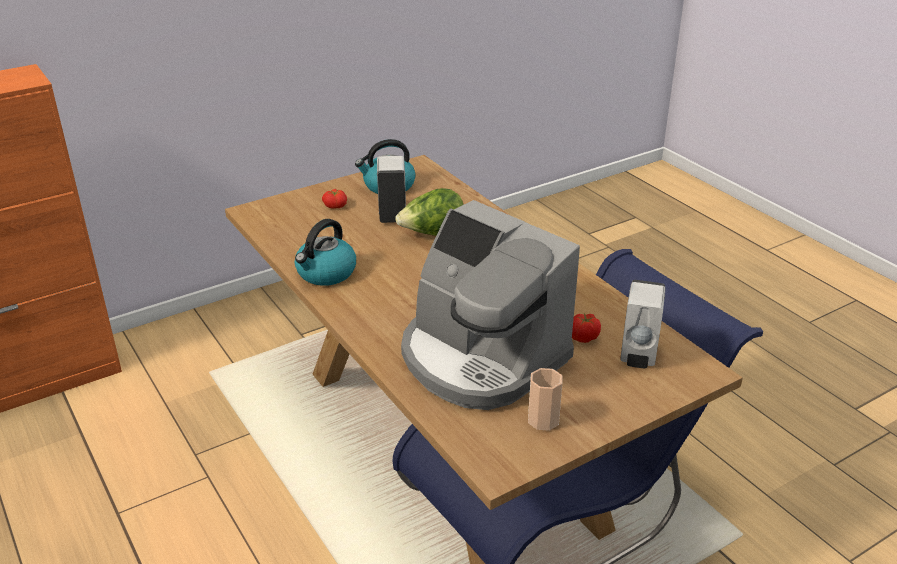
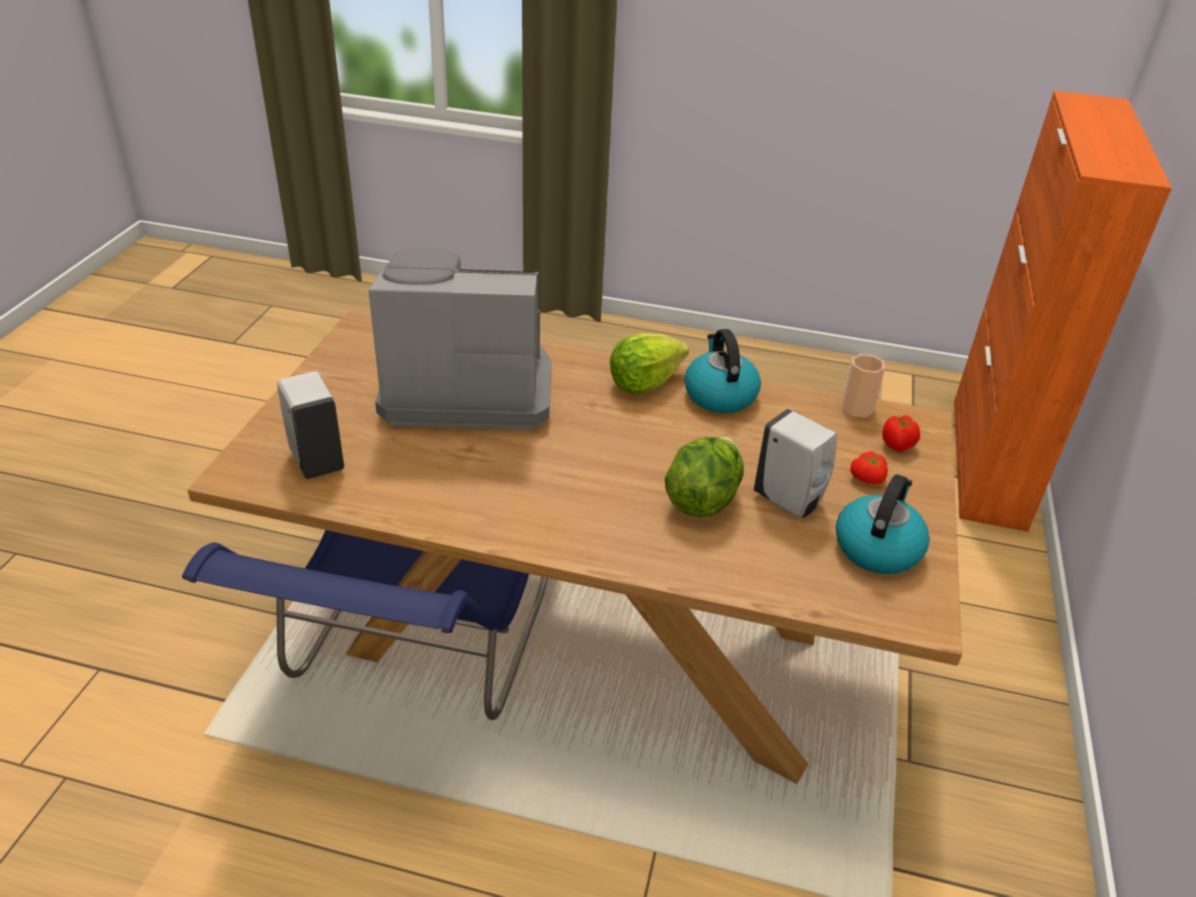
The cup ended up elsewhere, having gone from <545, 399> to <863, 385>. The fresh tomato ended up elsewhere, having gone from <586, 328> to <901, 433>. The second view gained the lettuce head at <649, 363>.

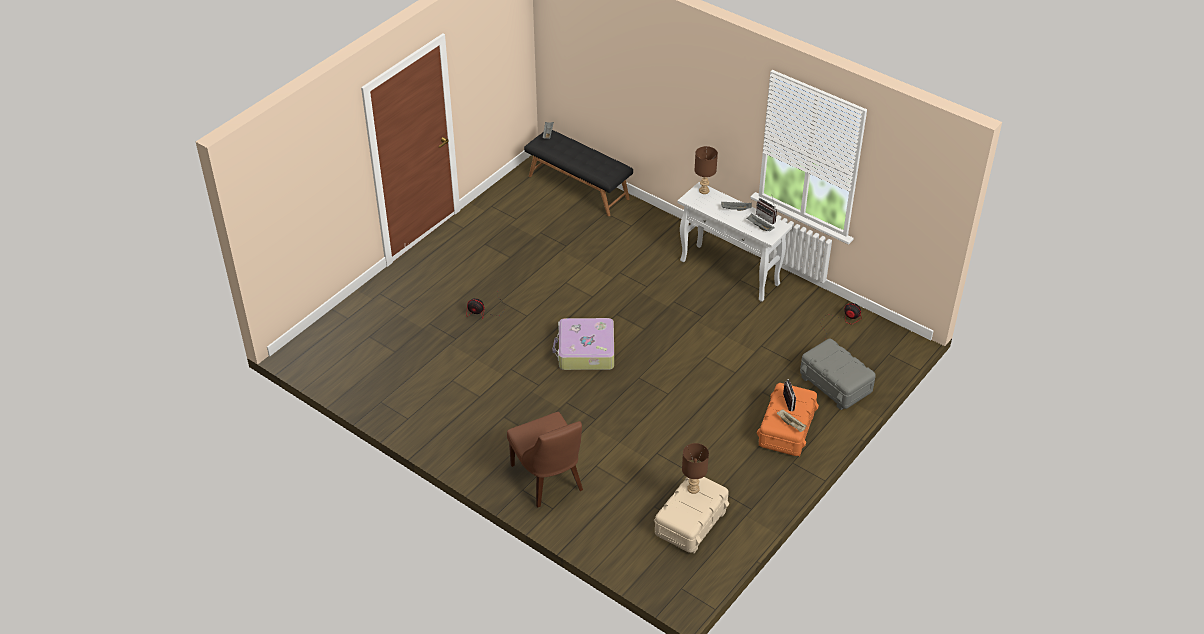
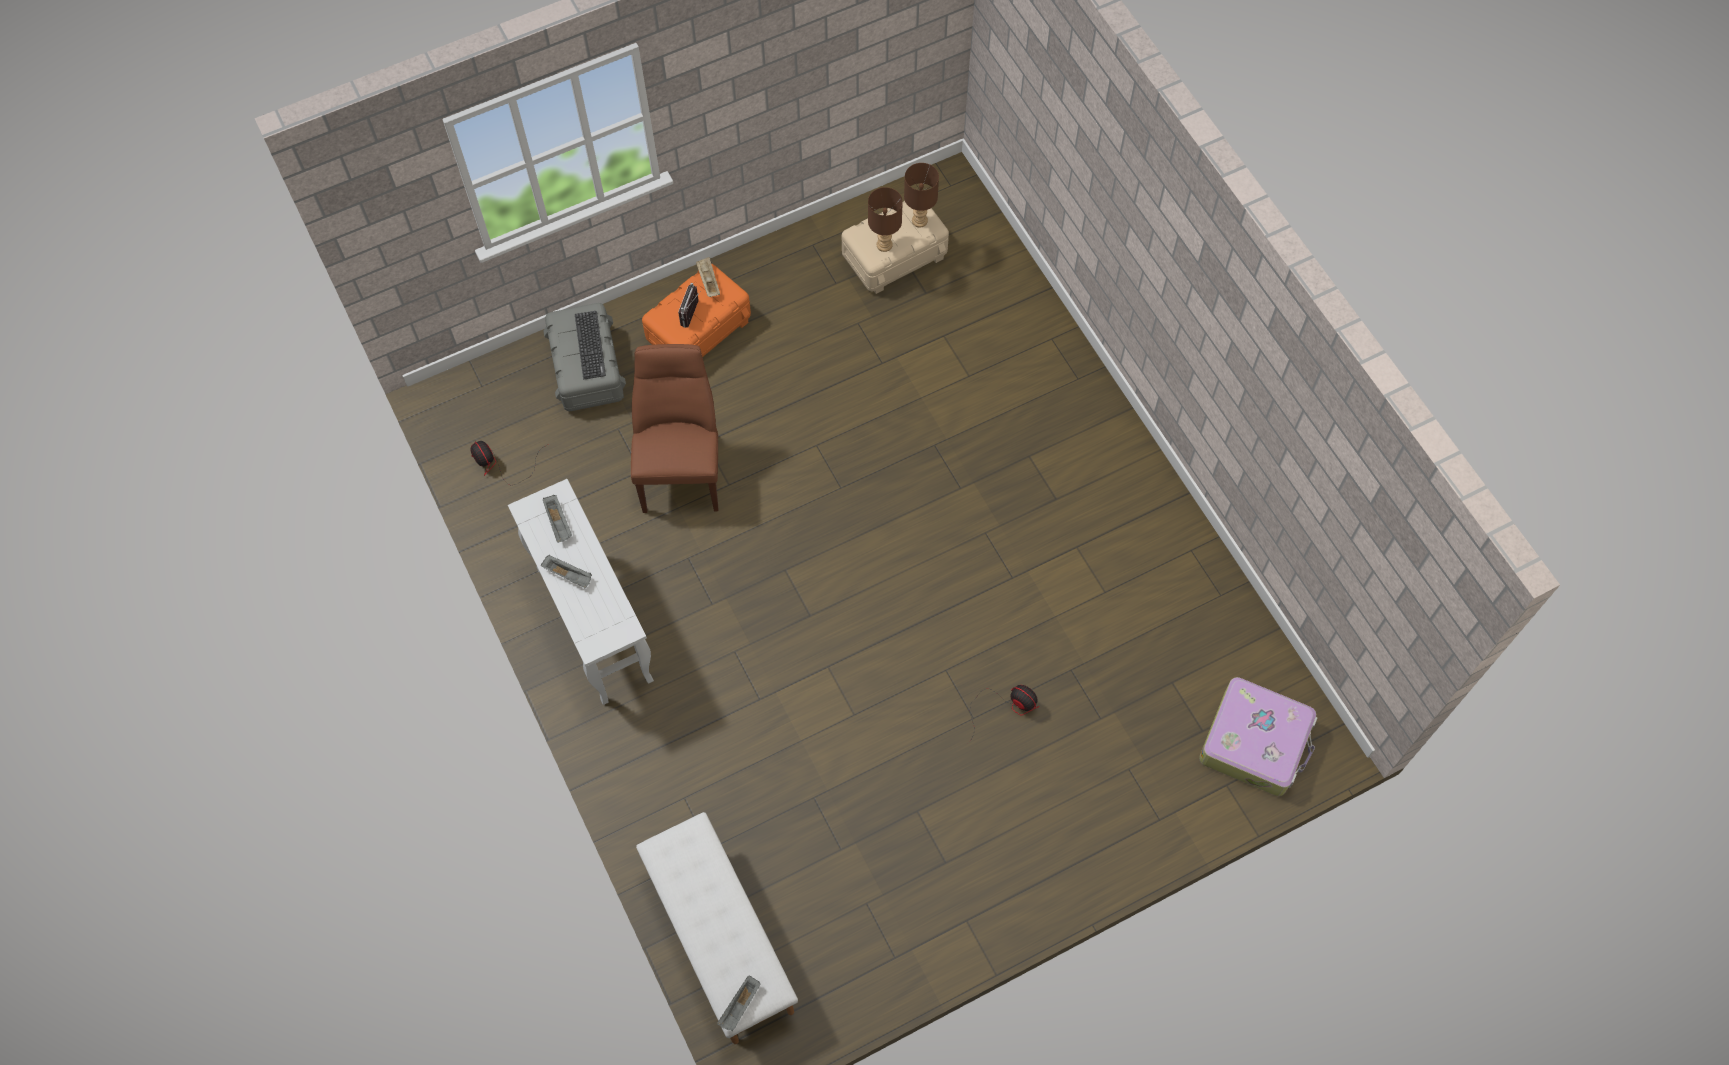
The brown upright chair ended up elsewhere, having gone from <545, 459> to <674, 428>. What was the black long seat at <578, 173> turned into the white-coloured long seat at <717, 928>. The piece of luggage ended up elsewhere, having gone from <583, 344> to <1258, 736>. The brown table lamp ended up elsewhere, having gone from <706, 170> to <921, 195>. The second view lost the radio receiver at <766, 210>. The second view gained the computer keyboard at <590, 345>.

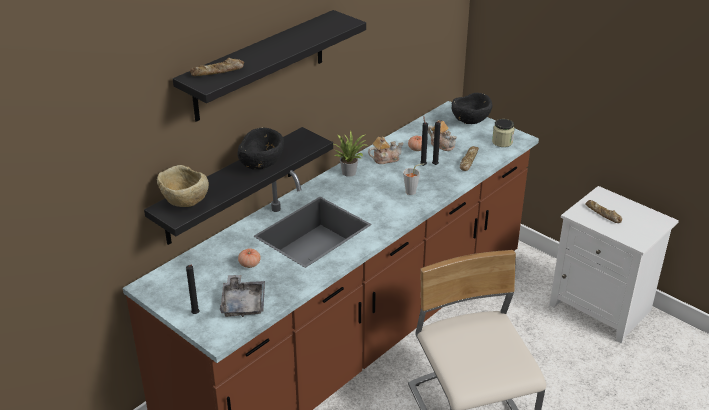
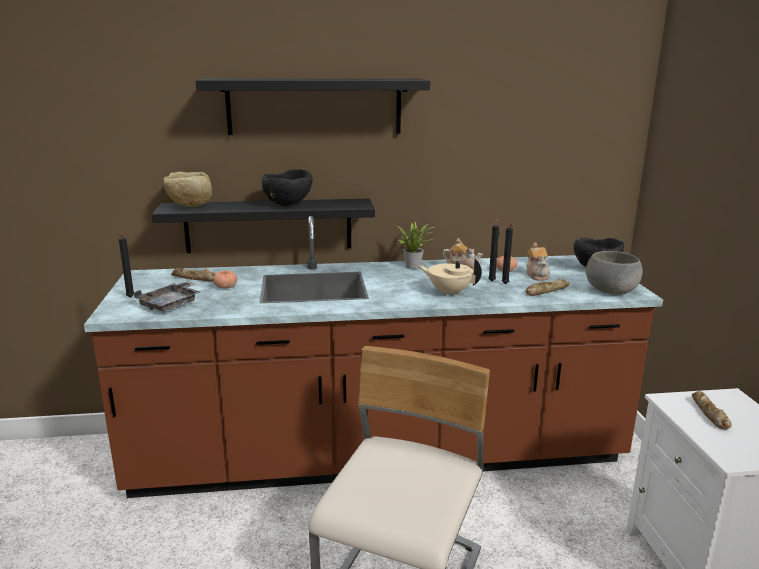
The bakery bread ended up elsewhere, having gone from <217, 66> to <193, 274>. Where the greyish cup stood at <413, 179>, the beige-coloured tea pot came to stand at <450, 277>. Where the jar stood at <503, 133>, the greyish serving bowl came to stand at <614, 273>.

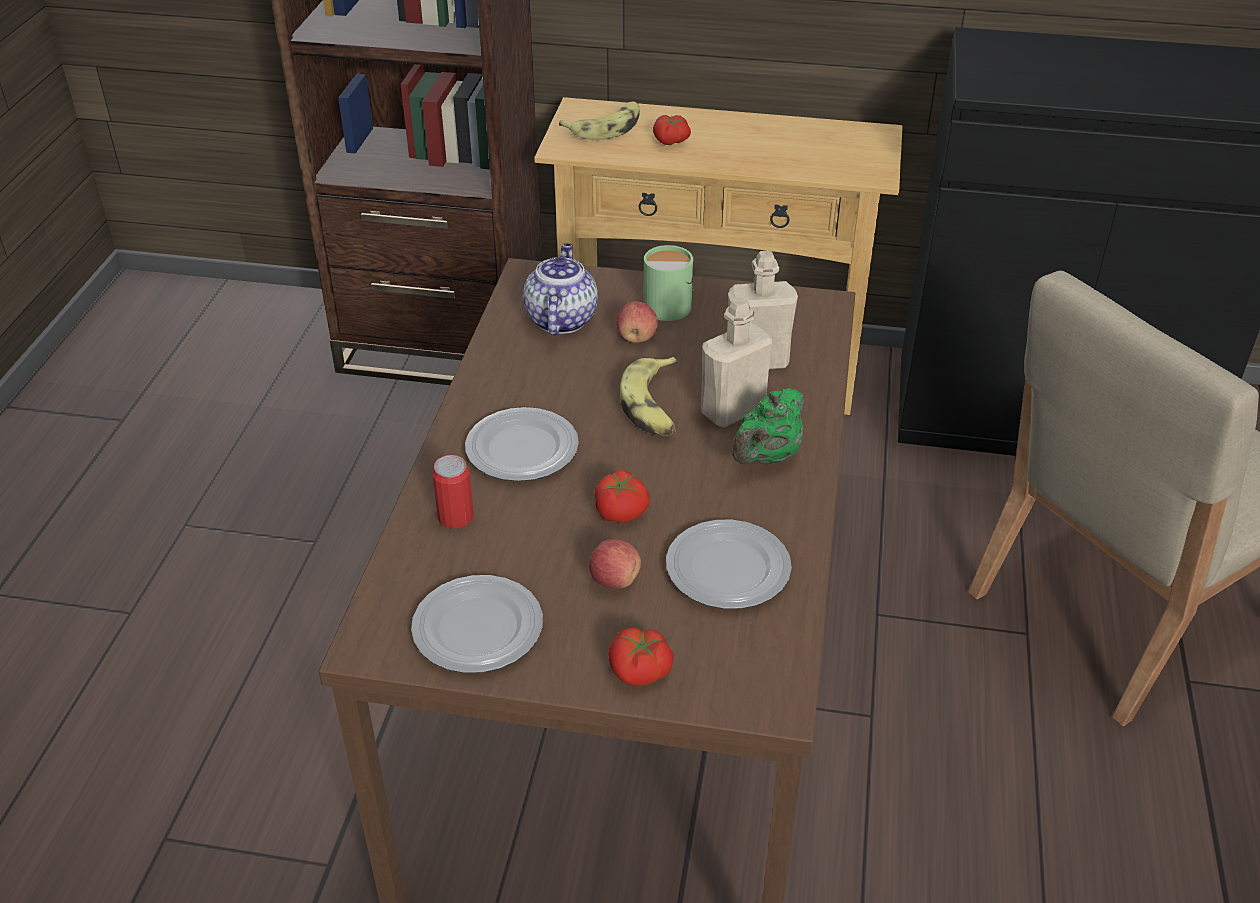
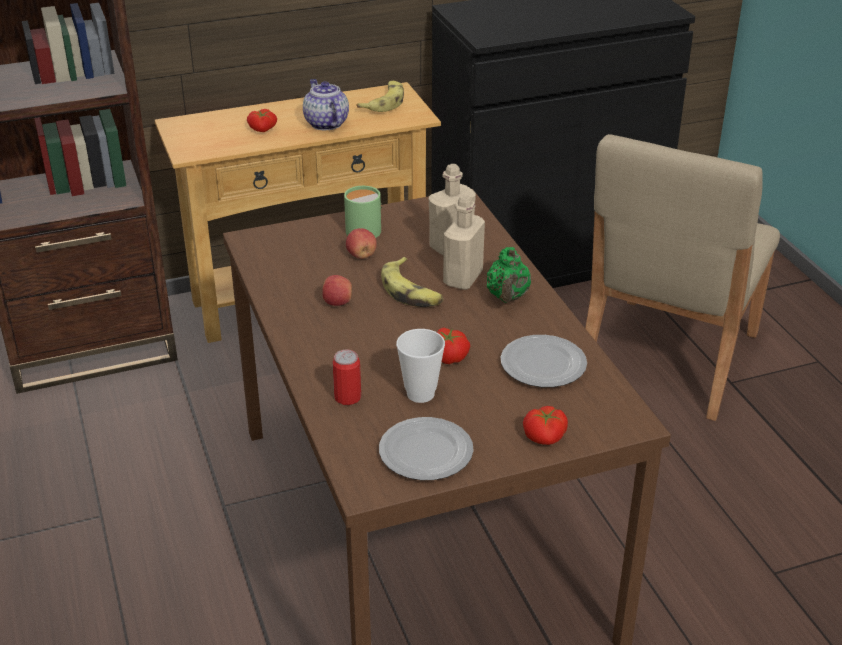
The second view lost the flat dish at <522, 444>. The tea pot ended up elsewhere, having gone from <560, 289> to <326, 104>. The banana ended up elsewhere, having gone from <599, 121> to <380, 96>. The apple ended up elsewhere, having gone from <615, 564> to <337, 290>. The second view gained the cup at <420, 366>.

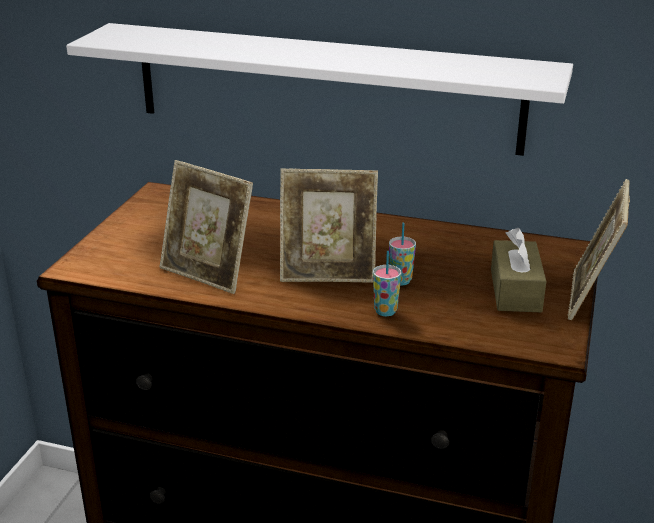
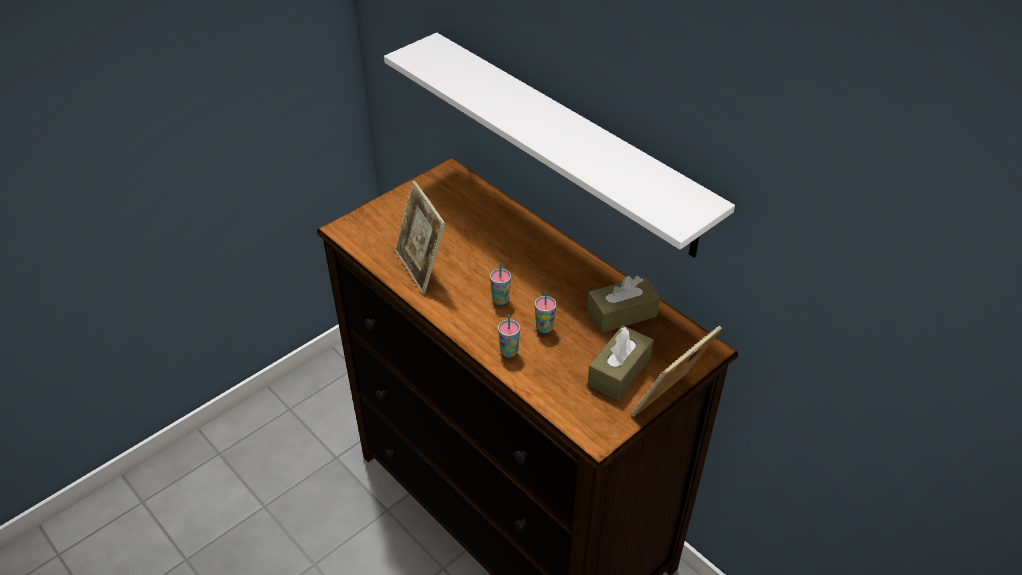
Where the standing frame stood at <329, 226>, the cup came to stand at <500, 284>. The second view gained the brown box of tissues at <623, 304>.

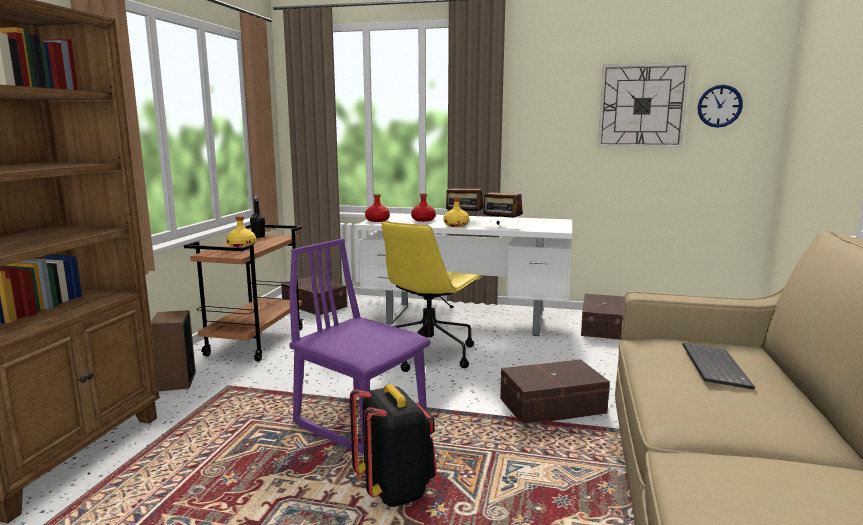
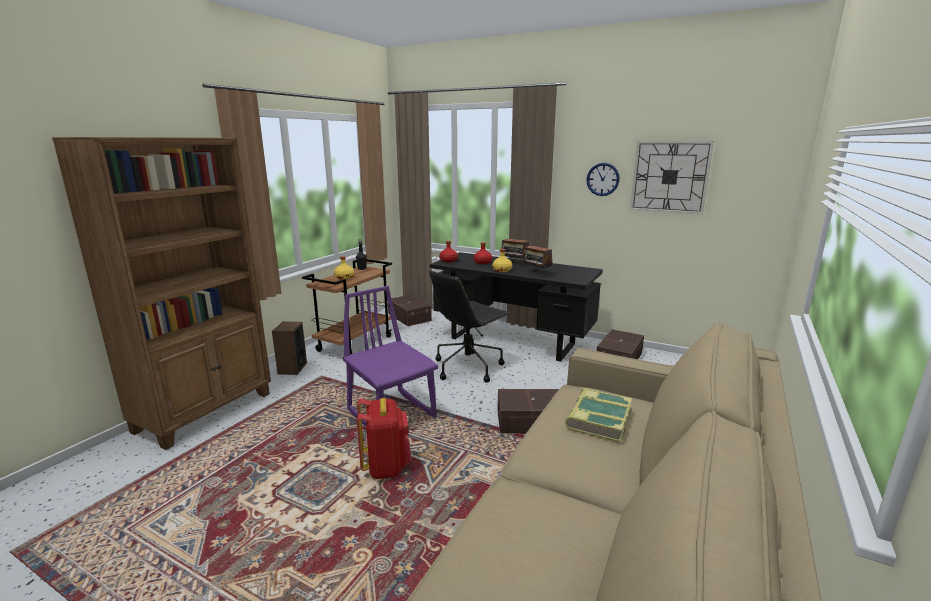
What was the black backpack at <393, 445> turned into the reddish backpack at <384, 438>. What was the white-coloured desk table at <464, 274> turned into the black desk table at <516, 307>. What was the yellow-coloured office chair at <431, 296> turned into the black office chair at <470, 326>. Where the computer keyboard stood at <719, 366>, the bound book came to stand at <598, 415>. The wall clock ended up elsewhere, having gone from <720, 106> to <603, 179>.

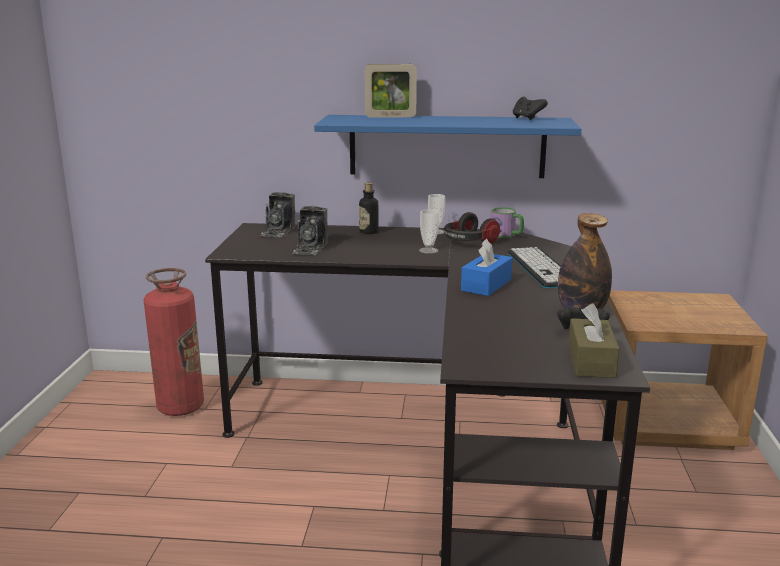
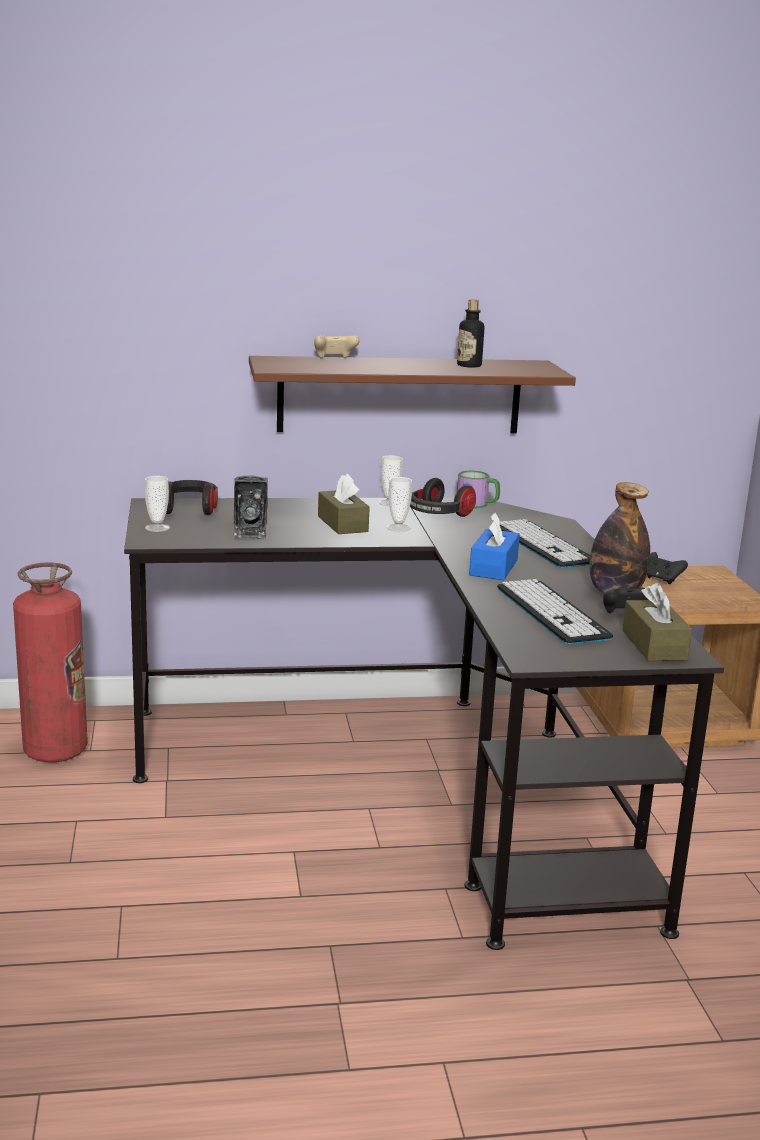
Where the photo camera stood at <277, 214>, the headphones came to stand at <192, 497>. What was the bluish wall shelf at <447, 146> turned into the brown wall shelf at <412, 394>. The beverage bottle ended up elsewhere, having gone from <368, 208> to <470, 333>. Where the standing frame stood at <391, 90>, the beige-coloured game controller came to stand at <337, 347>. The black game controller ended up elsewhere, having gone from <530, 108> to <667, 568>. The second view gained the cup at <157, 504>. The second view gained the brown box of tissues at <344, 503>. The second view gained the computer keyboard at <555, 611>.

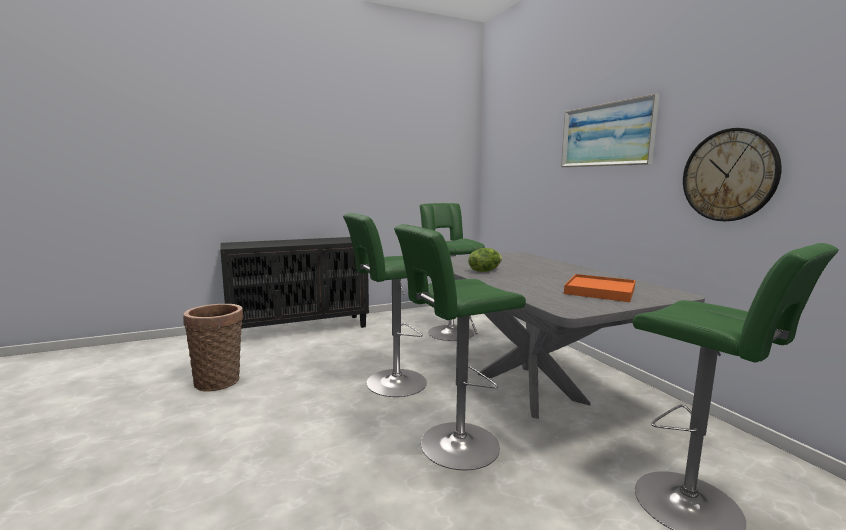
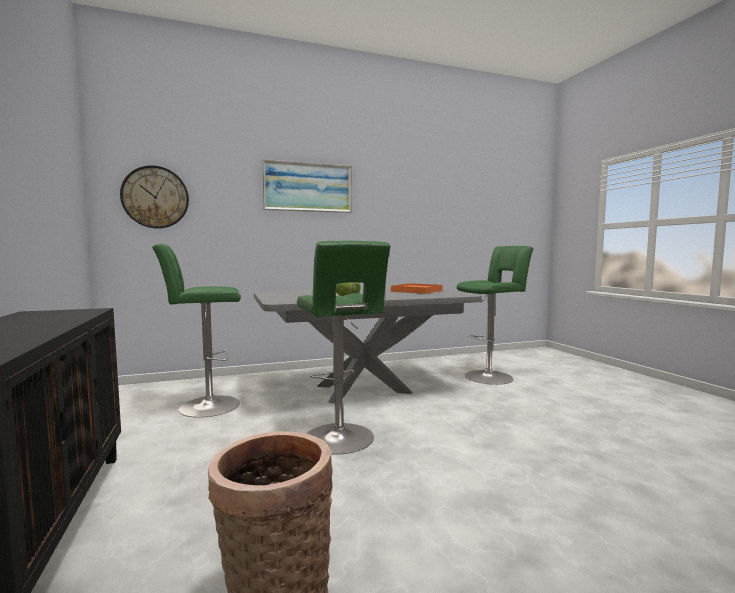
The second view lost the green-coloured sitting stool at <460, 347>. The wall clock ended up elsewhere, having gone from <732, 174> to <154, 197>.

